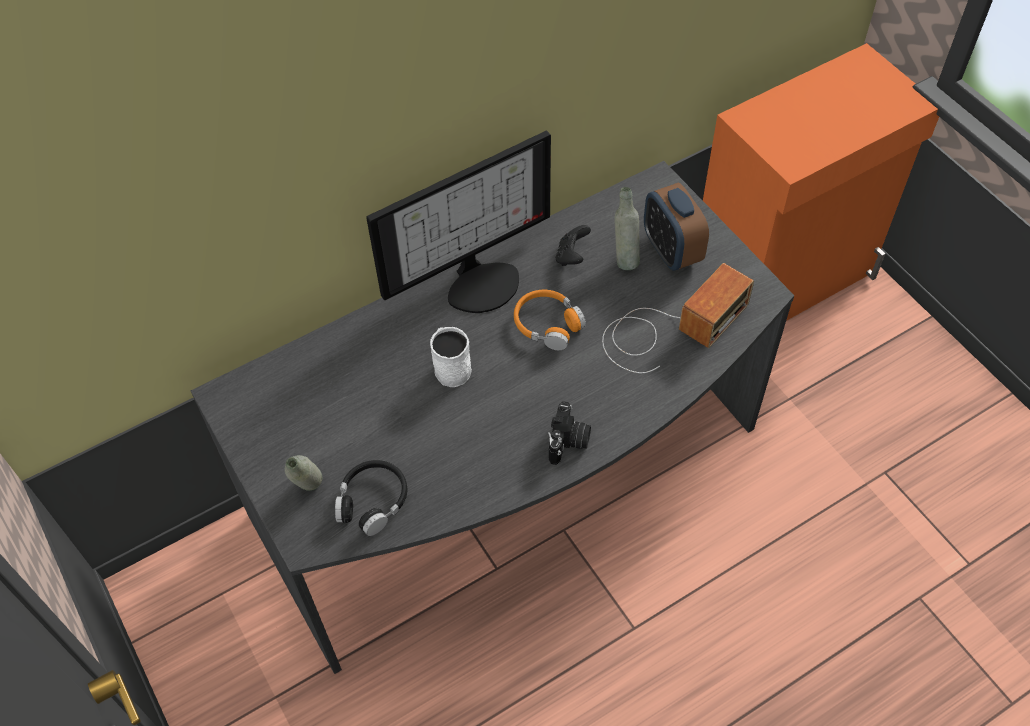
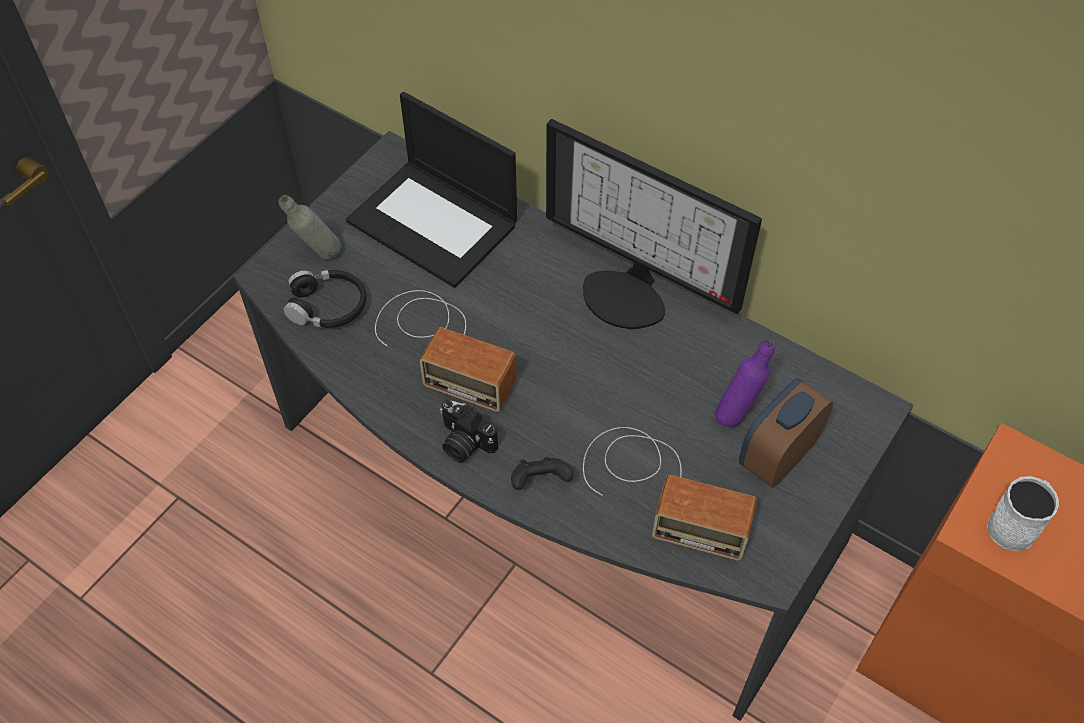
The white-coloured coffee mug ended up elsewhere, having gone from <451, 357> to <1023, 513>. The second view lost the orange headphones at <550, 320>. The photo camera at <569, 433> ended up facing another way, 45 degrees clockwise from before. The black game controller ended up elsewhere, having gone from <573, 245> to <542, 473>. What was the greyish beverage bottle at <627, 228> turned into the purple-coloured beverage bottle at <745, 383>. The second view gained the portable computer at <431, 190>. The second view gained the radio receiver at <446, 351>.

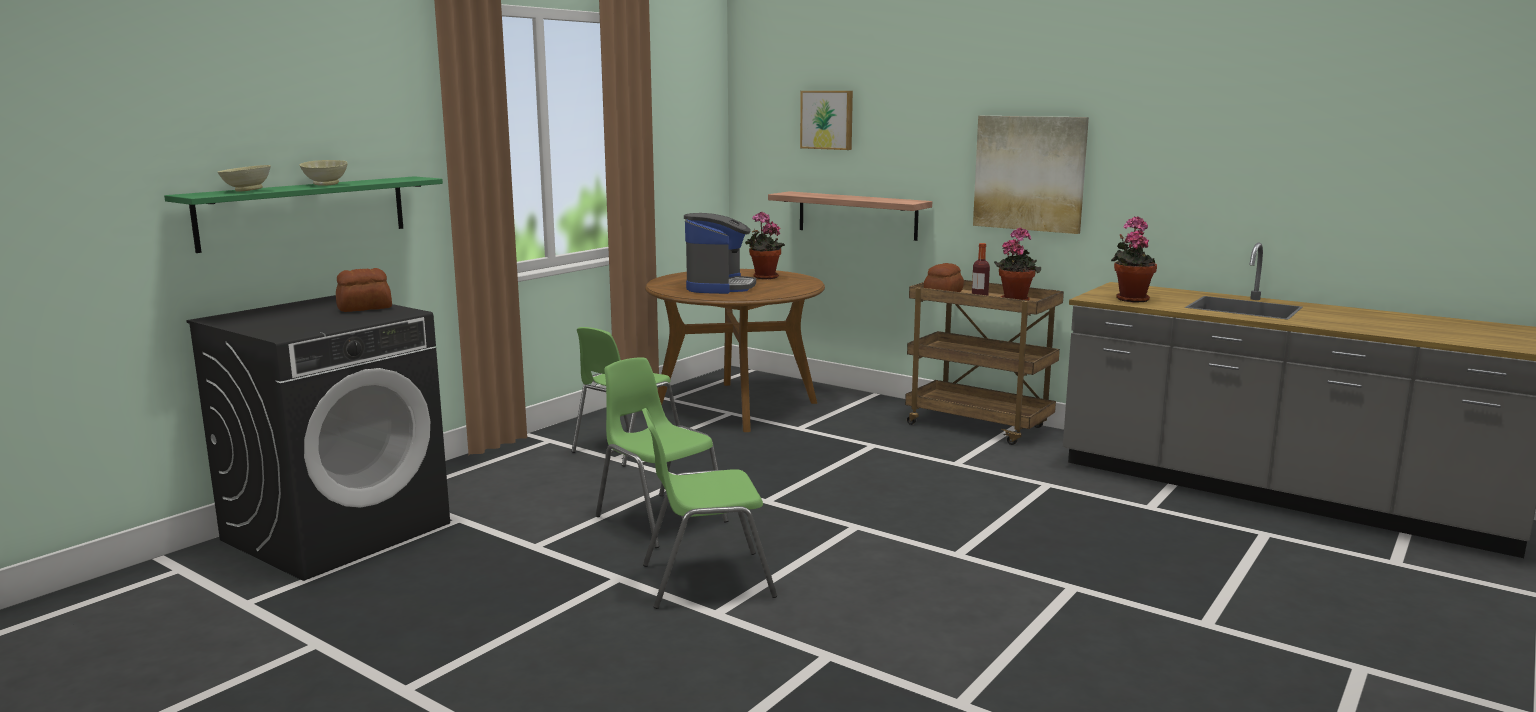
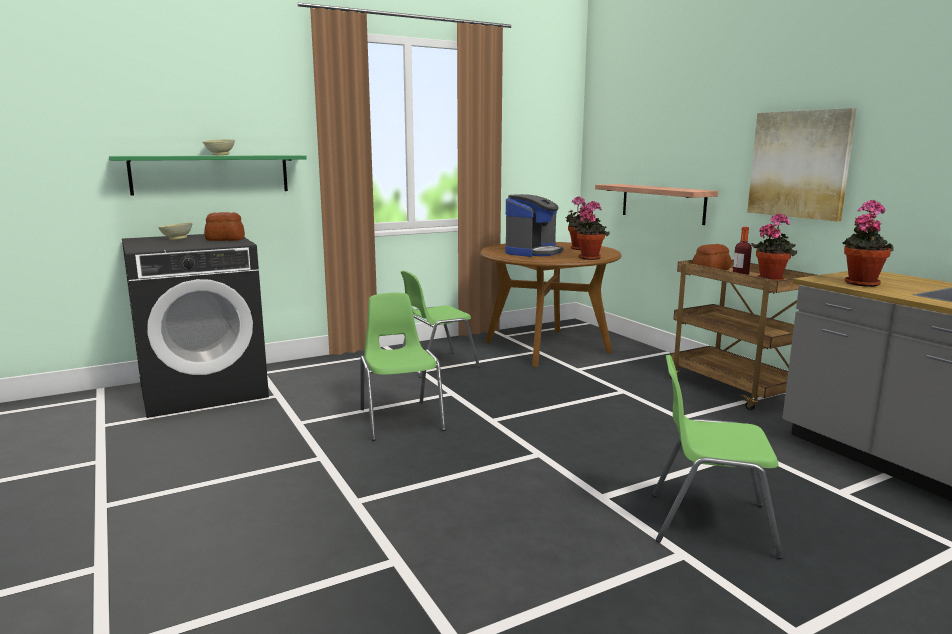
The beige-coloured serving bowl ended up elsewhere, having gone from <244, 178> to <175, 231>. The green-coloured upright chair ended up elsewhere, having gone from <709, 508> to <717, 457>. The second view lost the picture at <826, 120>. The second view gained the potted plant at <591, 230>.

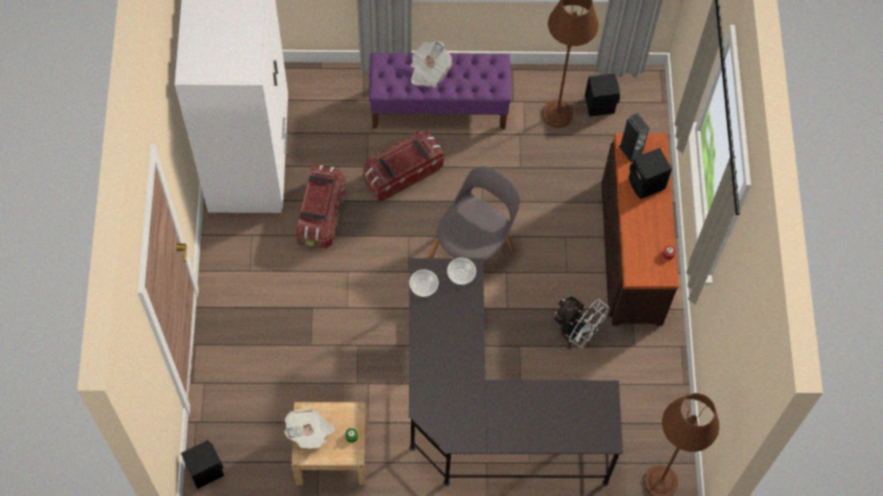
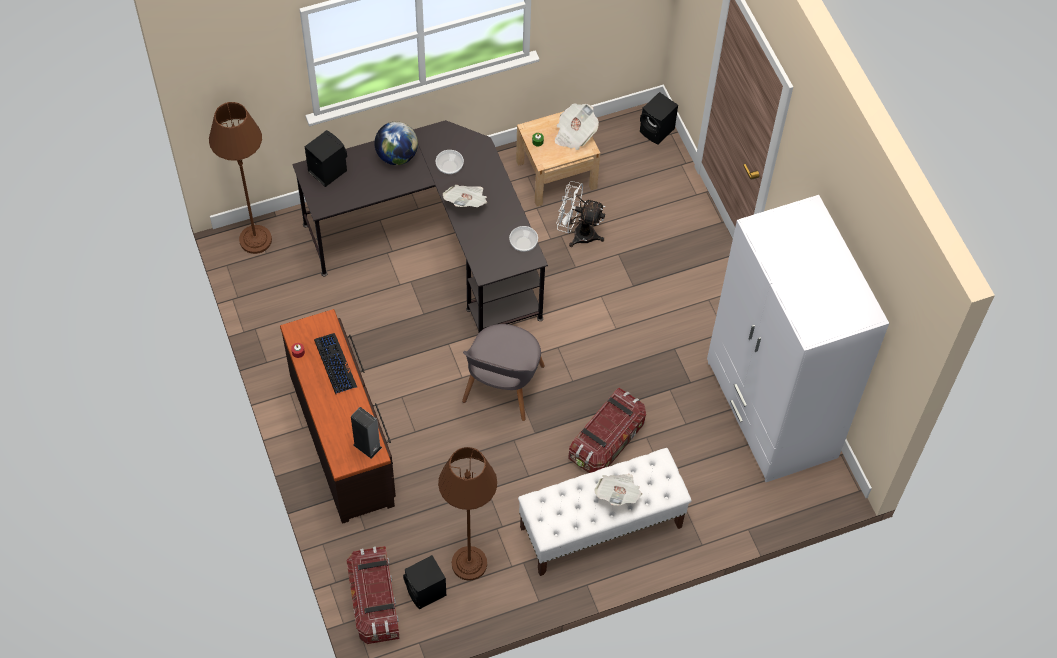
The storage bin ended up elsewhere, having gone from <321, 207> to <373, 595>. What was the purple-coloured long seat at <440, 91> turned into the white-coloured long seat at <605, 512>. The serving bowl ended up elsewhere, having gone from <461, 271> to <450, 162>. The white-coloured cooling fan ended up elsewhere, having gone from <582, 322> to <580, 214>. The black loudspeaker ended up elsewhere, having gone from <650, 173> to <326, 158>. The second view gained the computer keyboard at <335, 363>. The second view gained the world globe at <396, 143>. The second view gained the daily paper at <465, 196>.

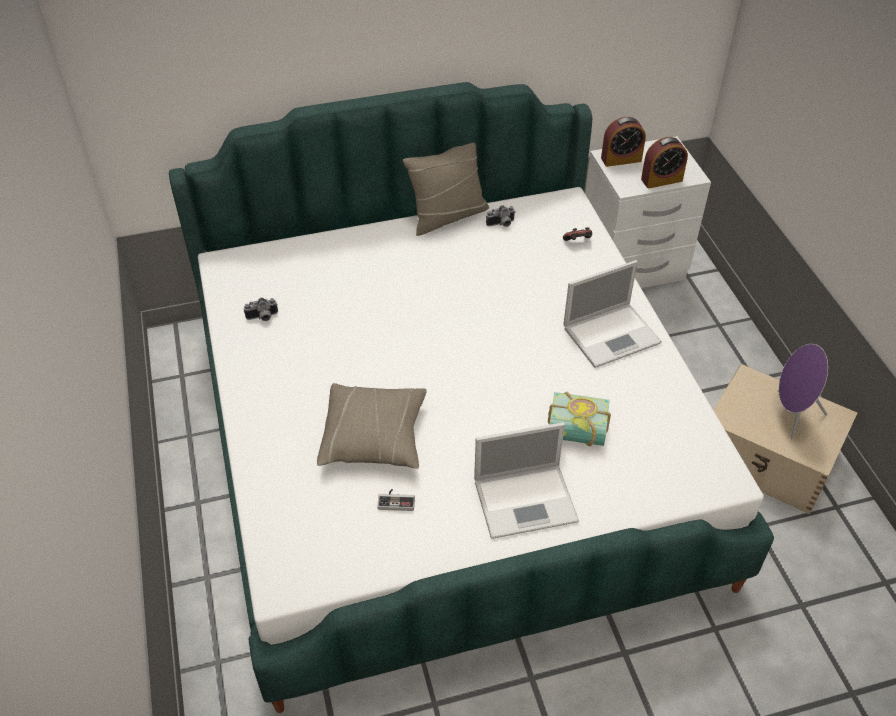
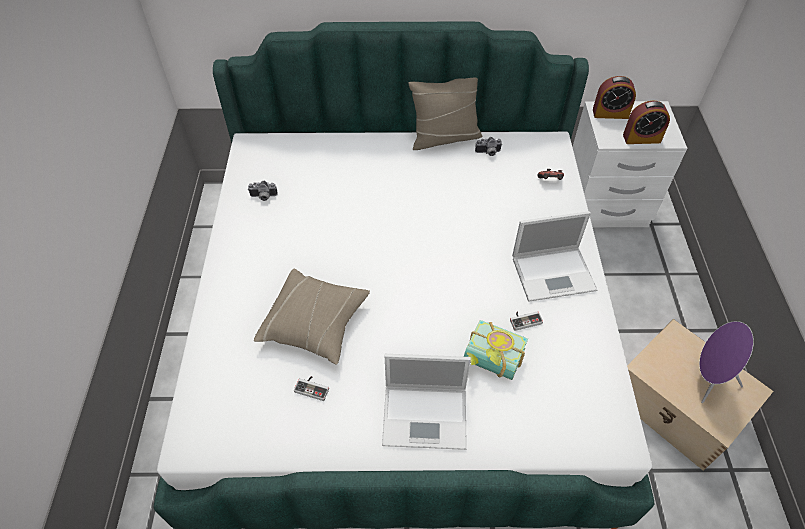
The second view gained the game controller at <526, 321>.

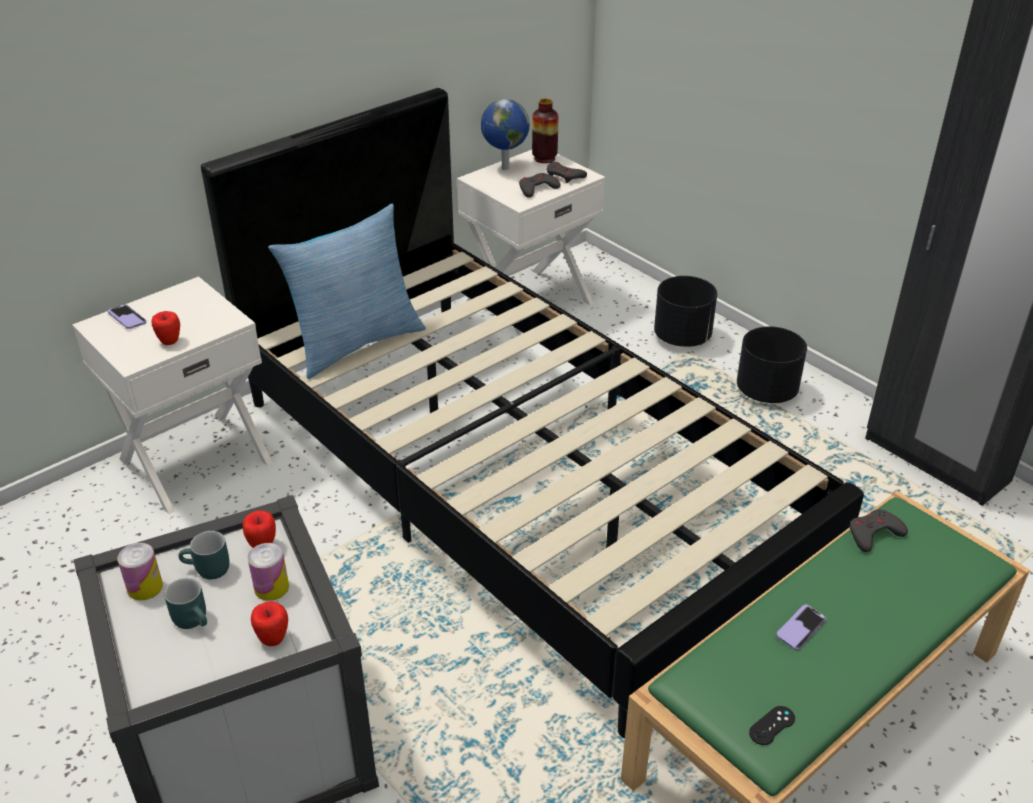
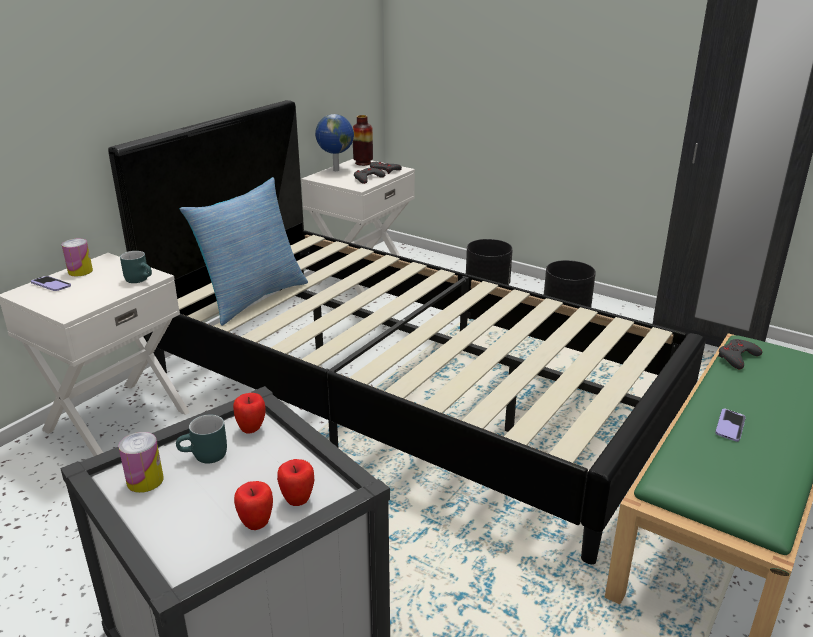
The apple ended up elsewhere, having gone from <165, 328> to <253, 505>. The turquoise-coloured coffee mug ended up elsewhere, having gone from <185, 603> to <136, 267>. The sealed can ended up elsewhere, having gone from <268, 572> to <77, 257>. The second view lost the black game controller at <772, 725>.

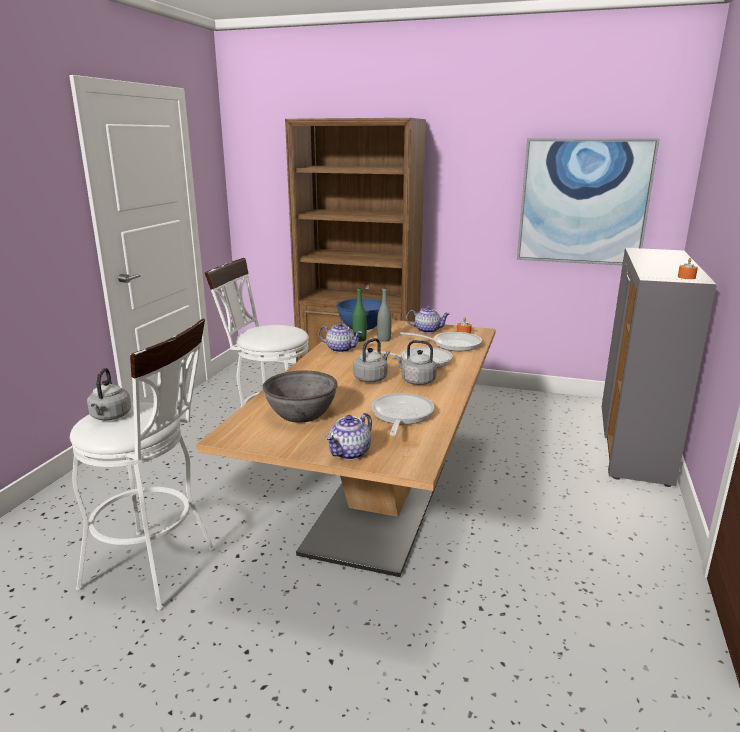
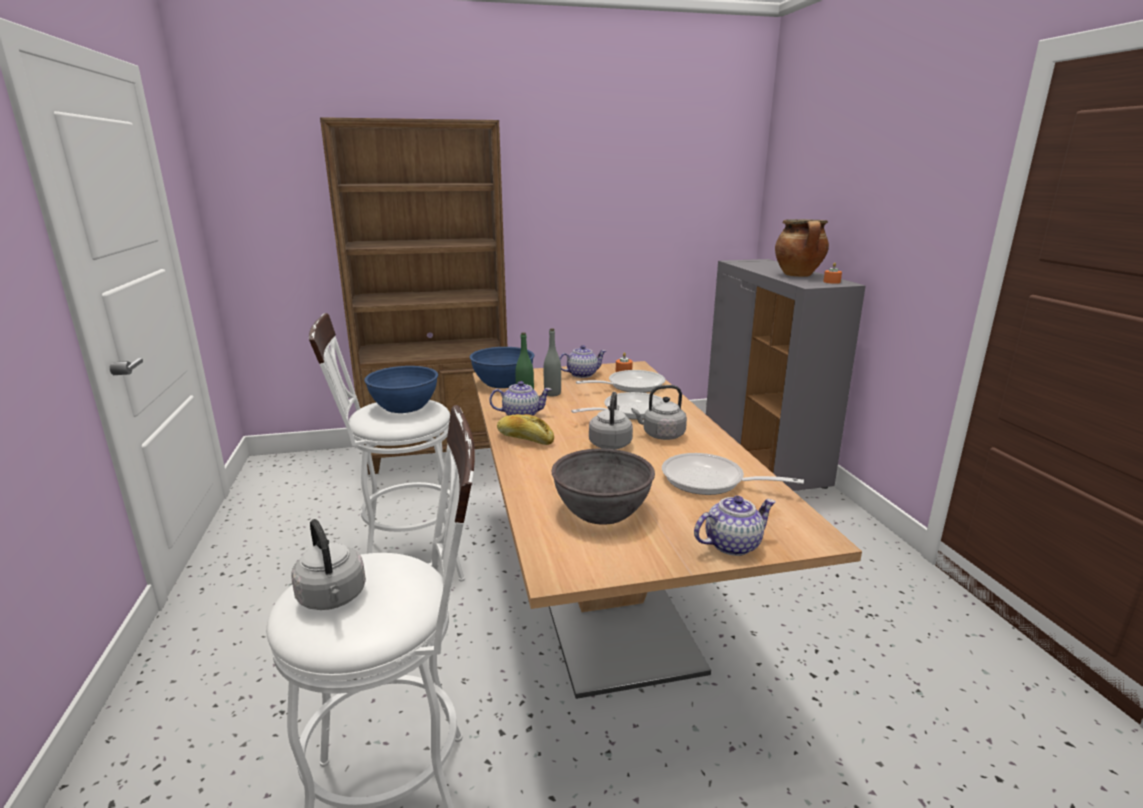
The tea pot at <348, 436> ended up facing another way, 120 degrees counterclockwise from before. The skillet at <402, 414> ended up facing another way, 45 degrees counterclockwise from before. The second view lost the picture at <588, 201>. The second view gained the bluish serving bowl at <401, 389>. The second view gained the bakery bread at <525, 429>. The second view gained the stockpot at <802, 248>.

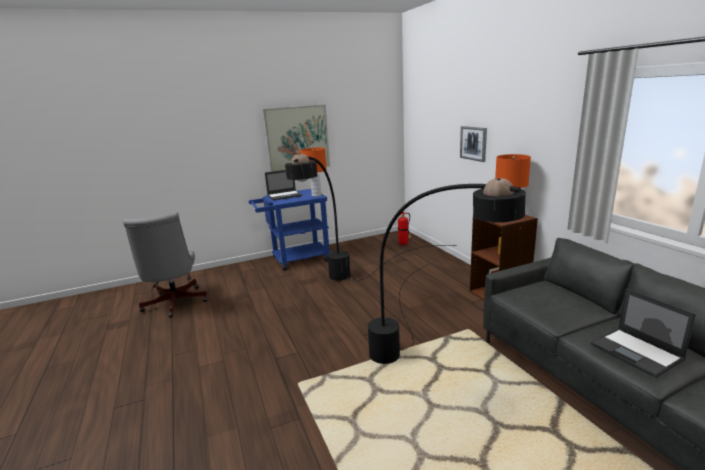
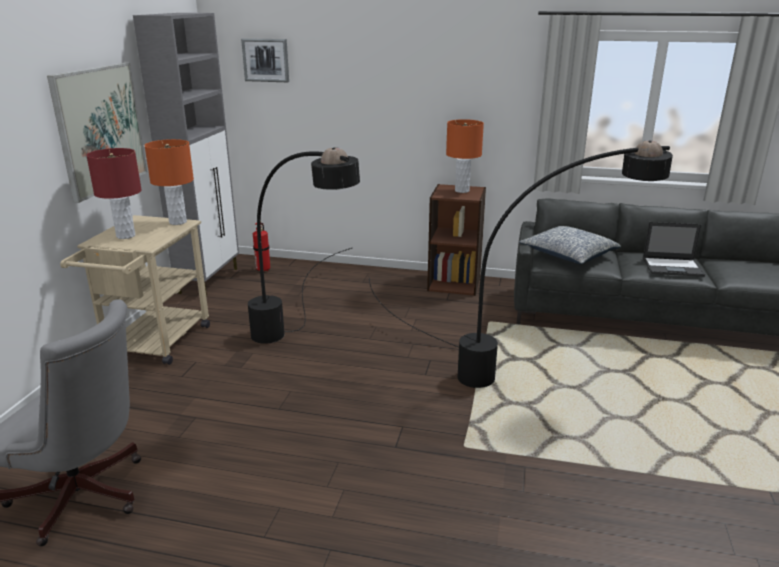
What was the bluish wheeled cart at <289, 230> turned into the beige-coloured wheeled cart at <135, 290>. Where the portable computer stood at <283, 185>, the reddish table lamp came to stand at <114, 193>. The picture ended up elsewhere, having gone from <473, 144> to <265, 60>. The second view gained the greyish storage cabinet at <186, 154>. The second view gained the throw pillow at <570, 245>.

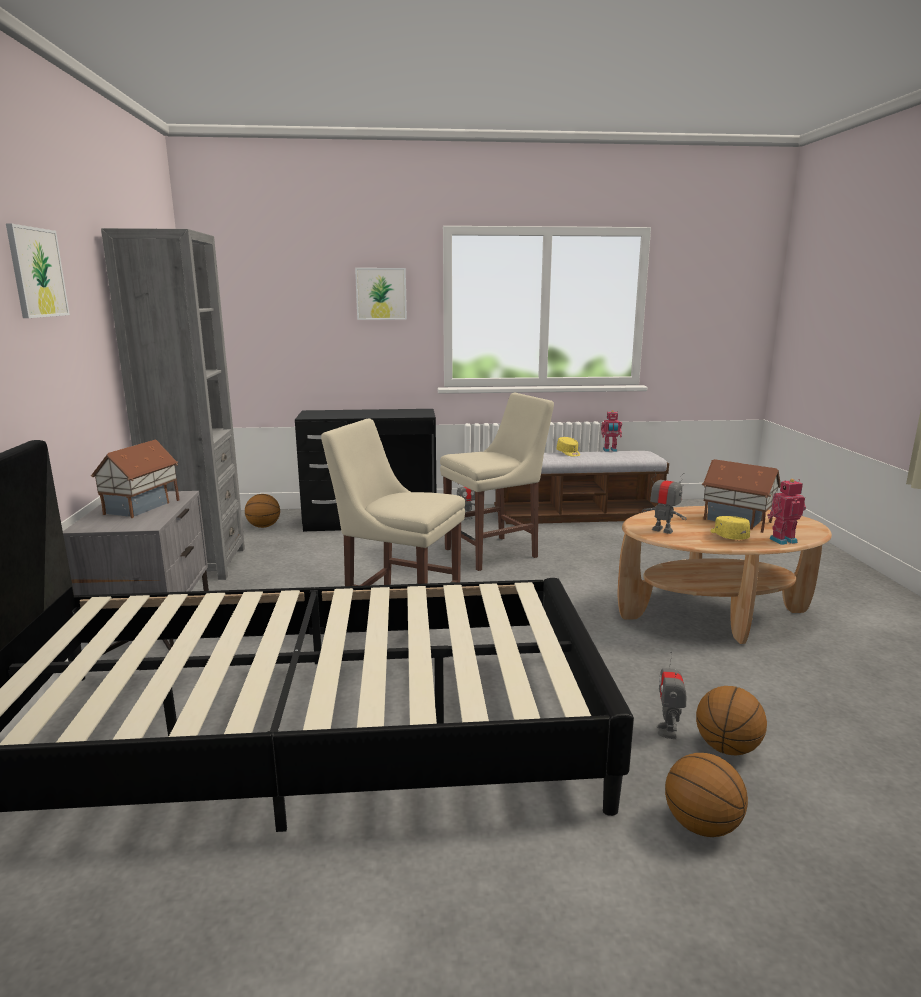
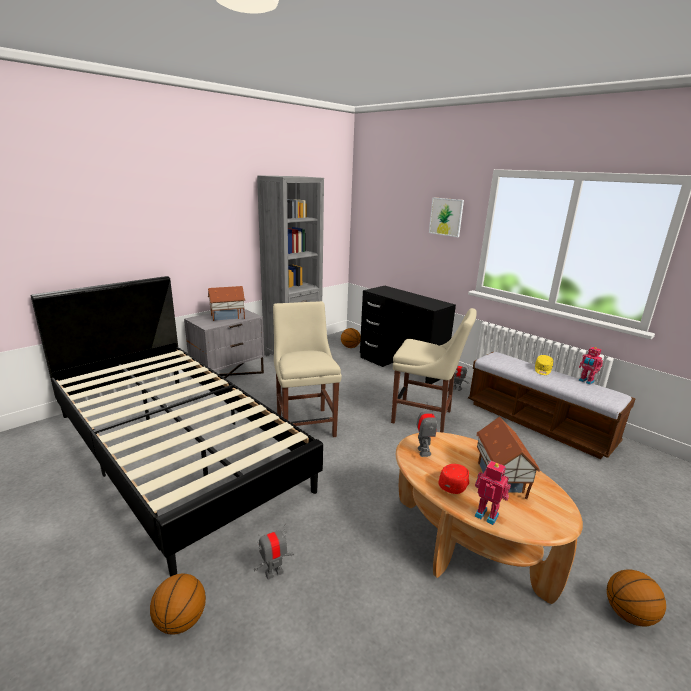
The second view lost the picture at <38, 271>. The ball for basketball ended up elsewhere, having gone from <731, 720> to <636, 598>. What was the yellow-coloured baseball cap at <730, 528> turned into the reddish baseball cap at <453, 479>.

